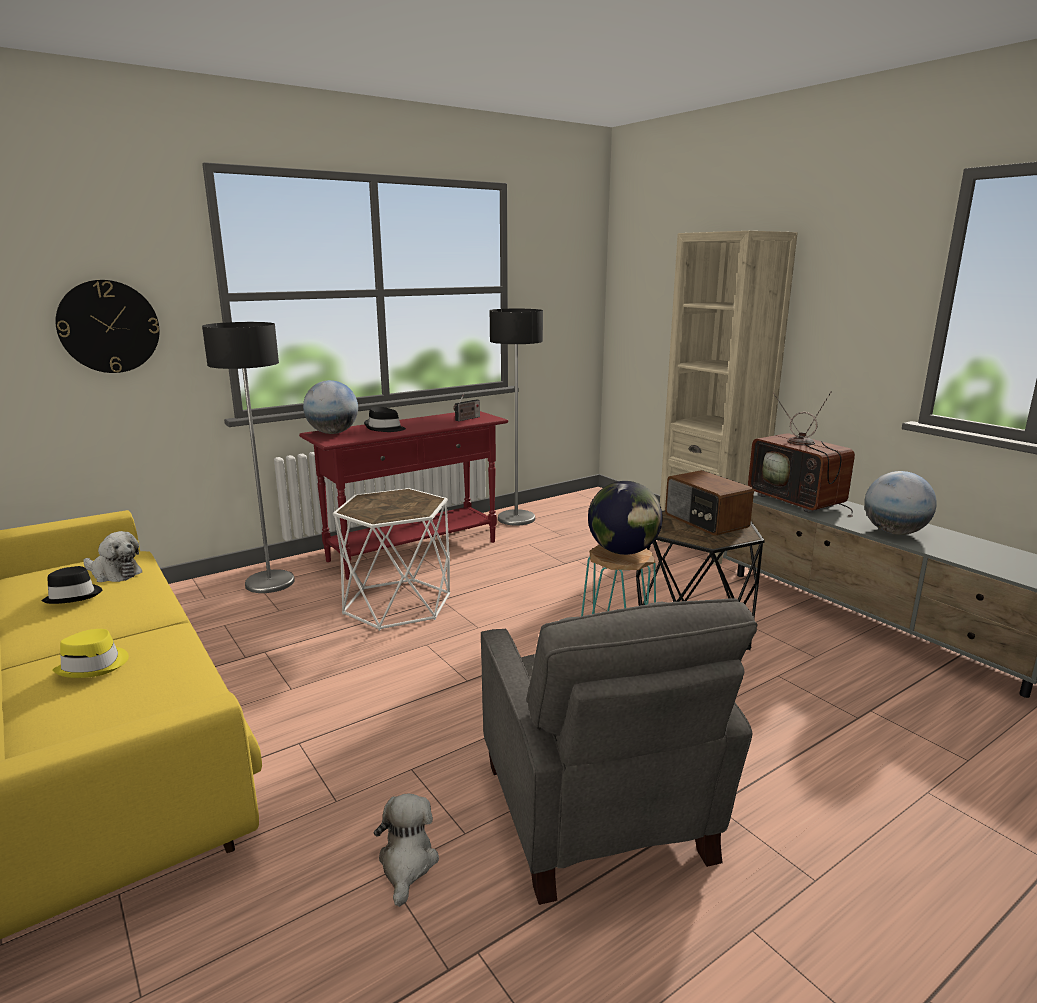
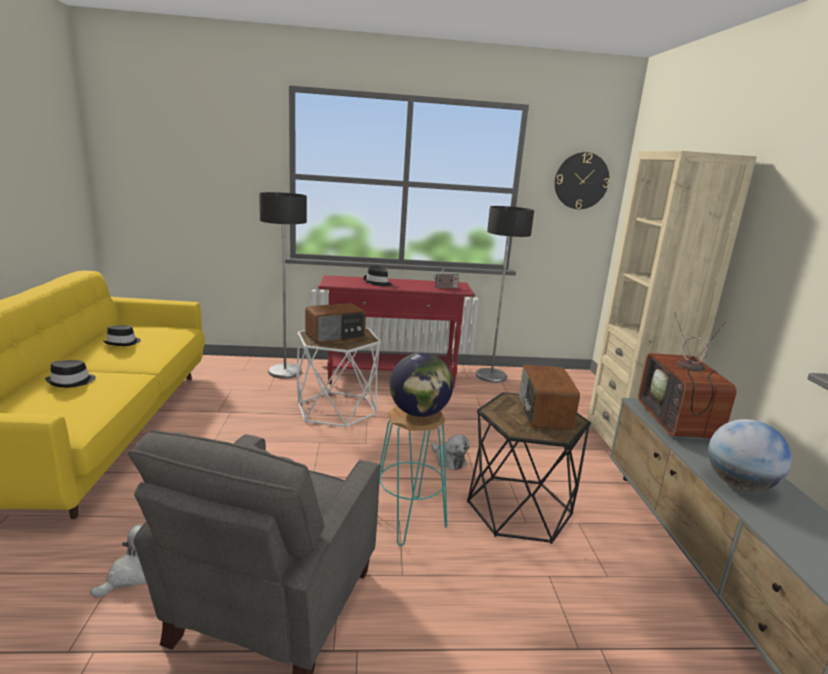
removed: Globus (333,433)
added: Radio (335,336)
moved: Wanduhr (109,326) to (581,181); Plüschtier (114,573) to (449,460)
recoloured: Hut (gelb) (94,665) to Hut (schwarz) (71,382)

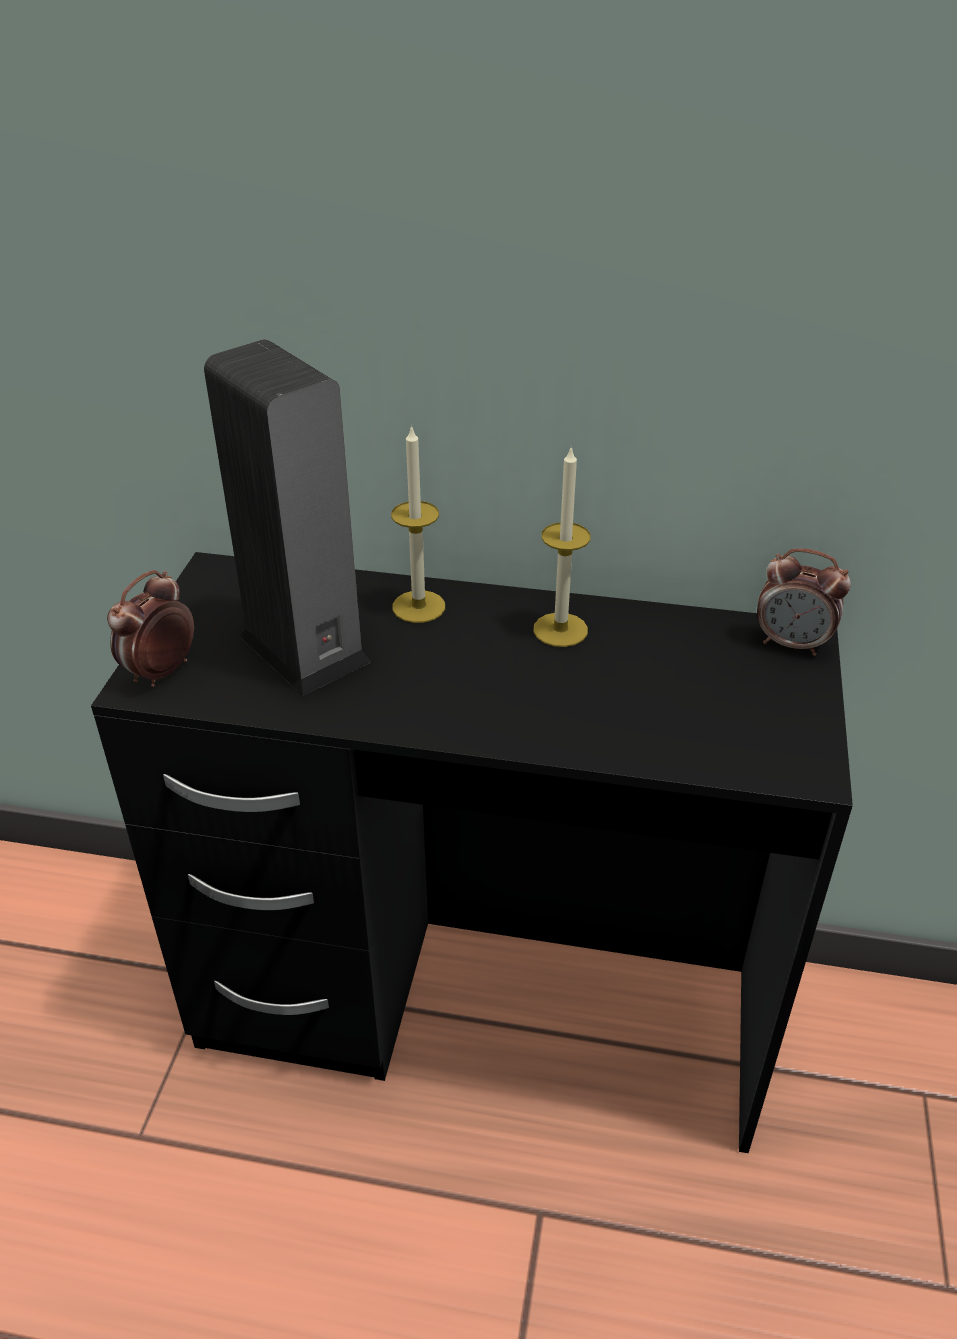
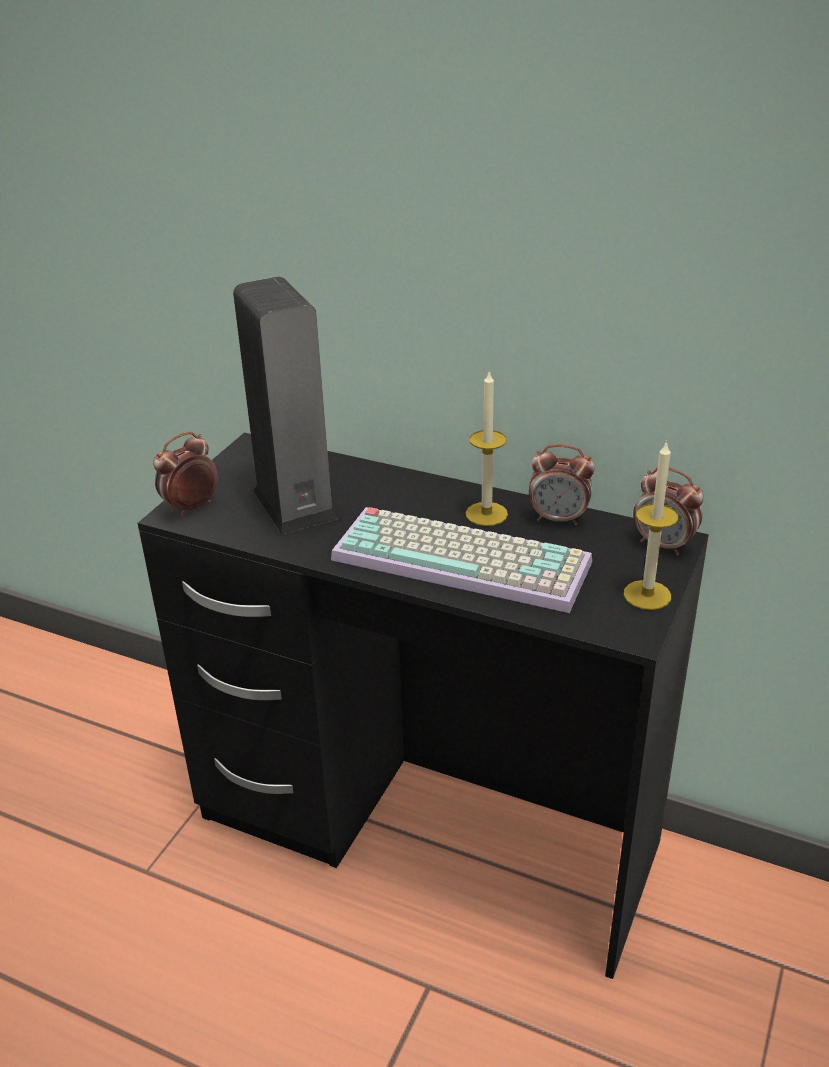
added: Tastatur (465,559); Wecker (558,519)
moved: Kerze (418,606) to (647,595)

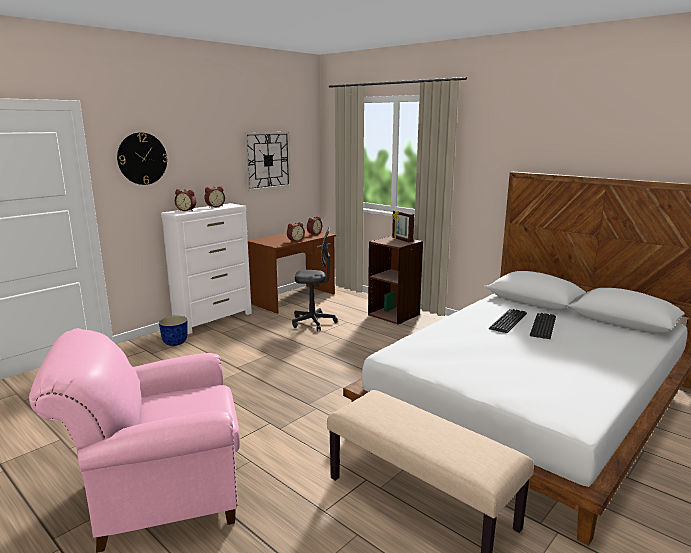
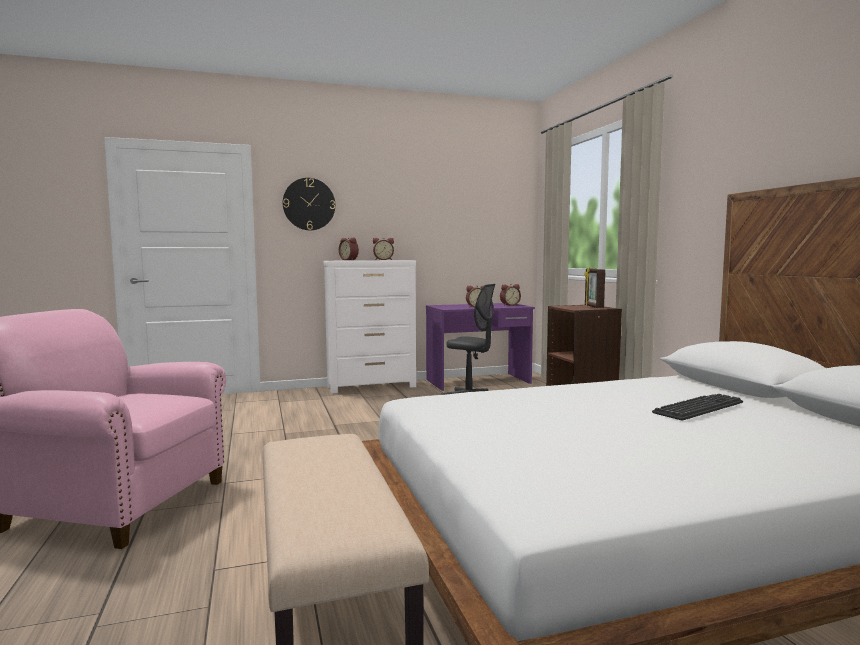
removed: Pflanzkübel (174,343); Wanduhr (267,160); Tastatur (508,321)
recoloured: Schreibtisch (braun) (294,299) to Schreibtisch (lila) (479,382)

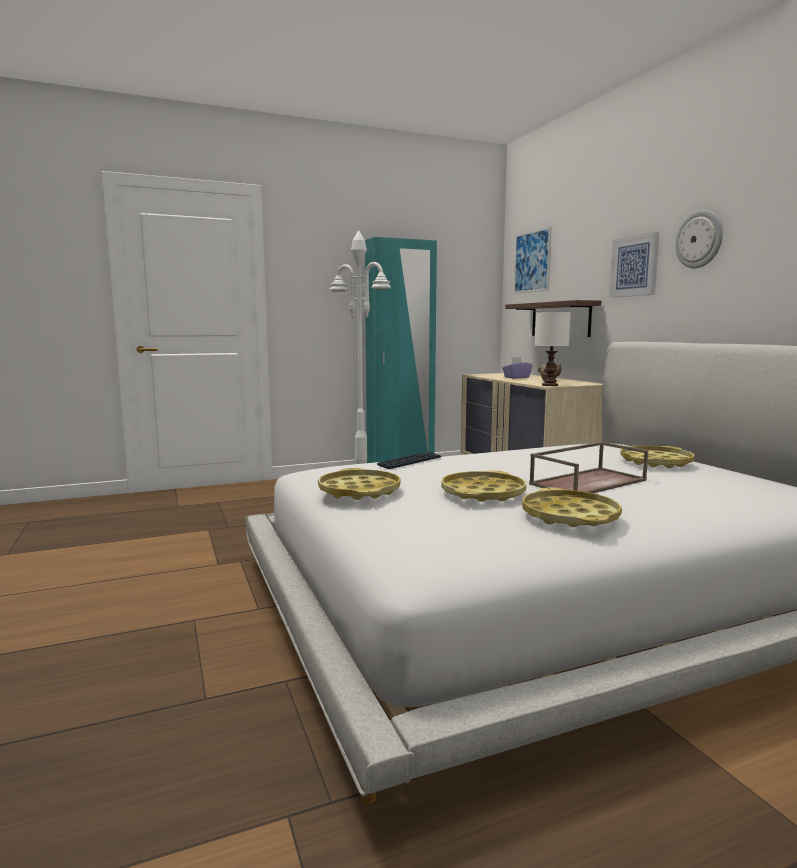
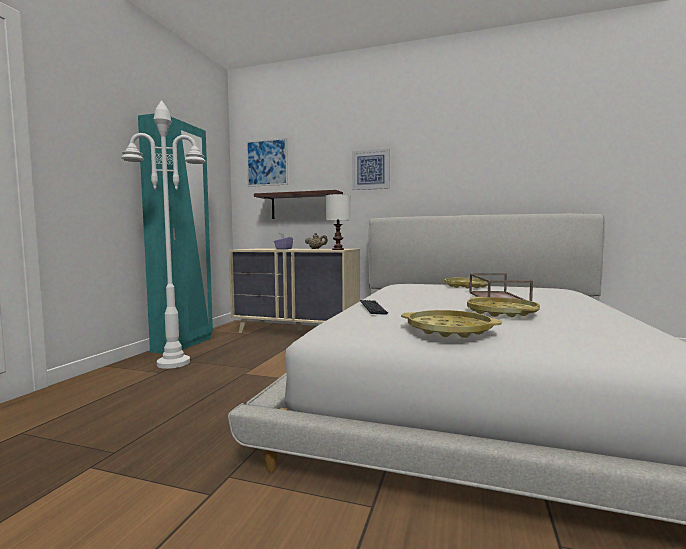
removed: Tablett (gelb) (569,516); Wanduhr (699,239)

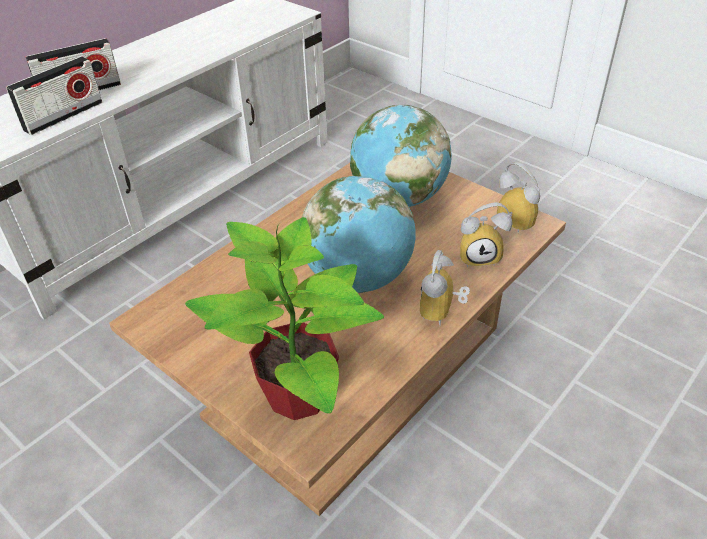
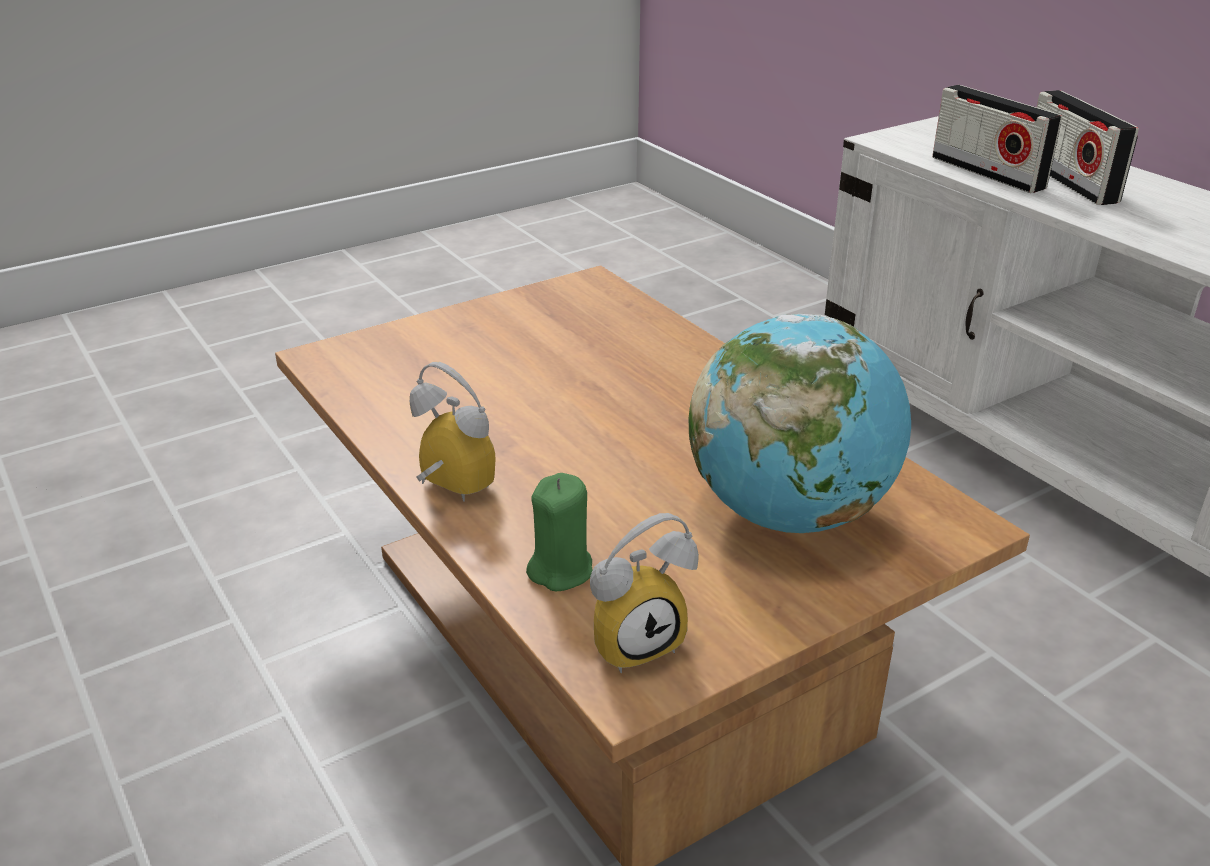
removed: Topfpflanze (300,395); Globus (359,278)
replaced: Wecker (480,256) to Kerze (grün) (561,570)

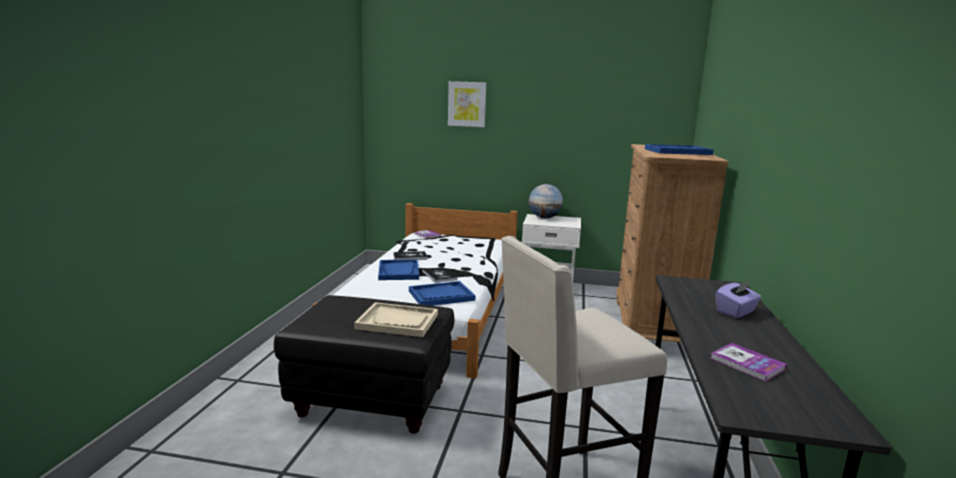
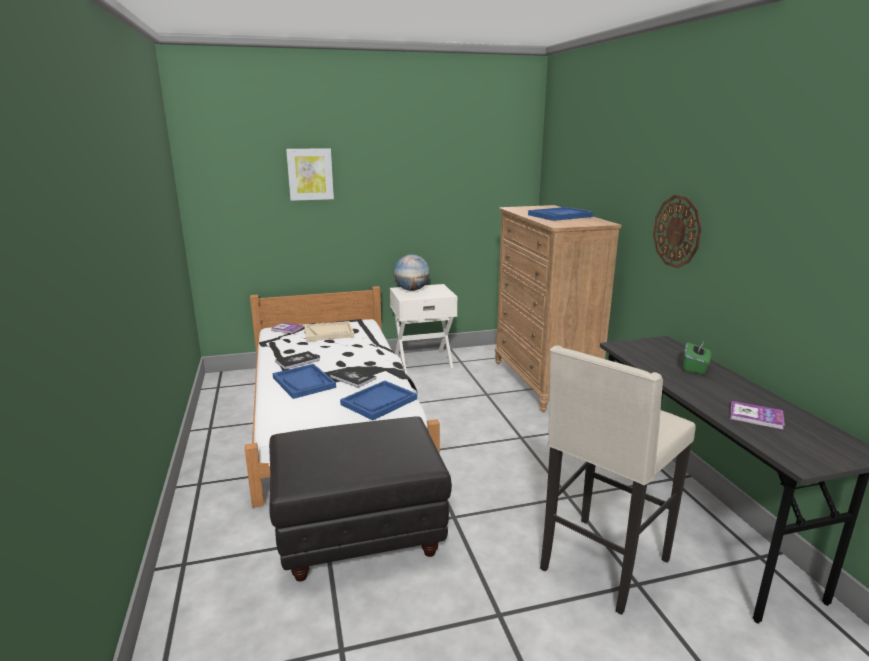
added: Wanduhr (677,231)
moved: Tablett (beige) (398,321) to (329,333)
recoloured: Taschentuchbox (lila) (736,312) to Taschentuchbox (grün) (695,368)

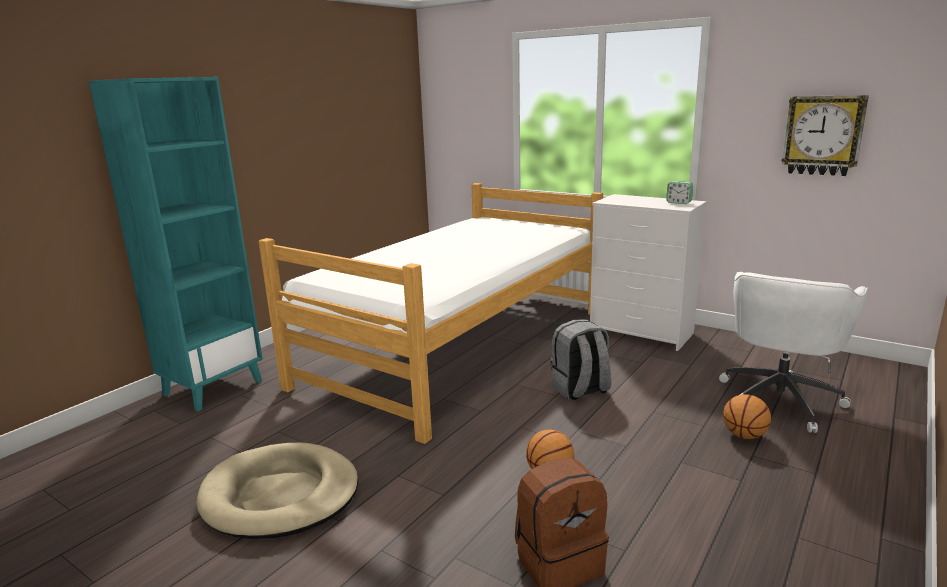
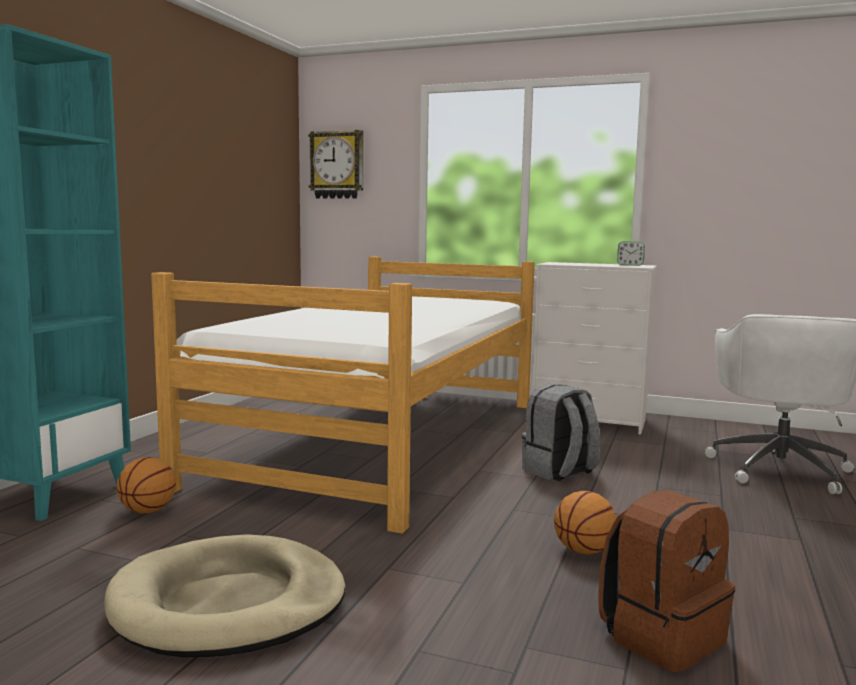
moved: Basketball (744,436) to (148,511); Wanduhr (823,135) to (337,165)

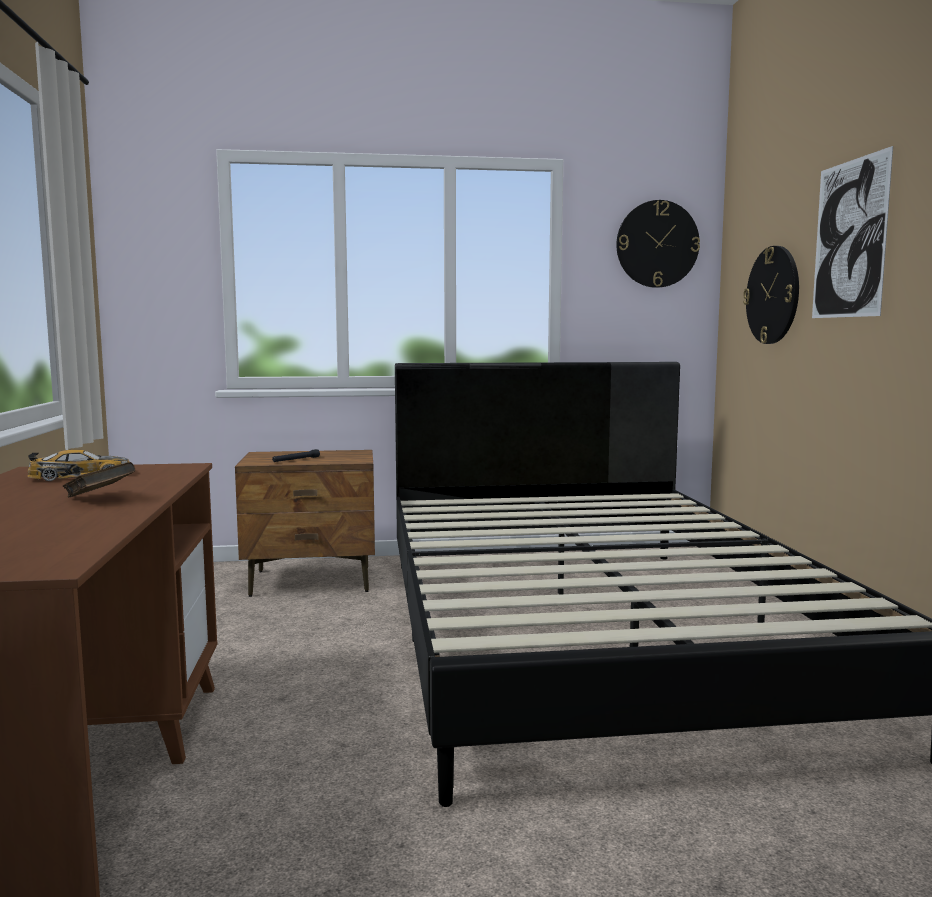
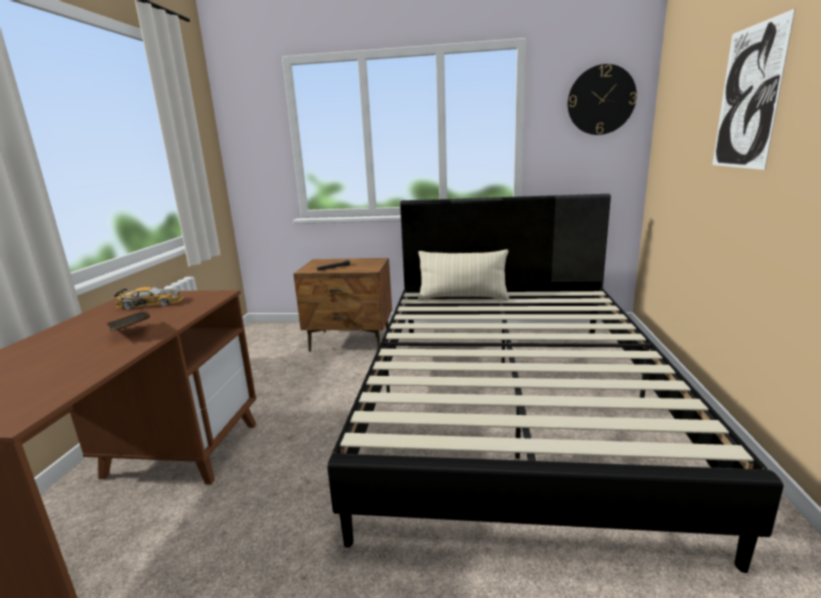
removed: Wanduhr (773,295)
added: Kissen (beige) (463,298)

